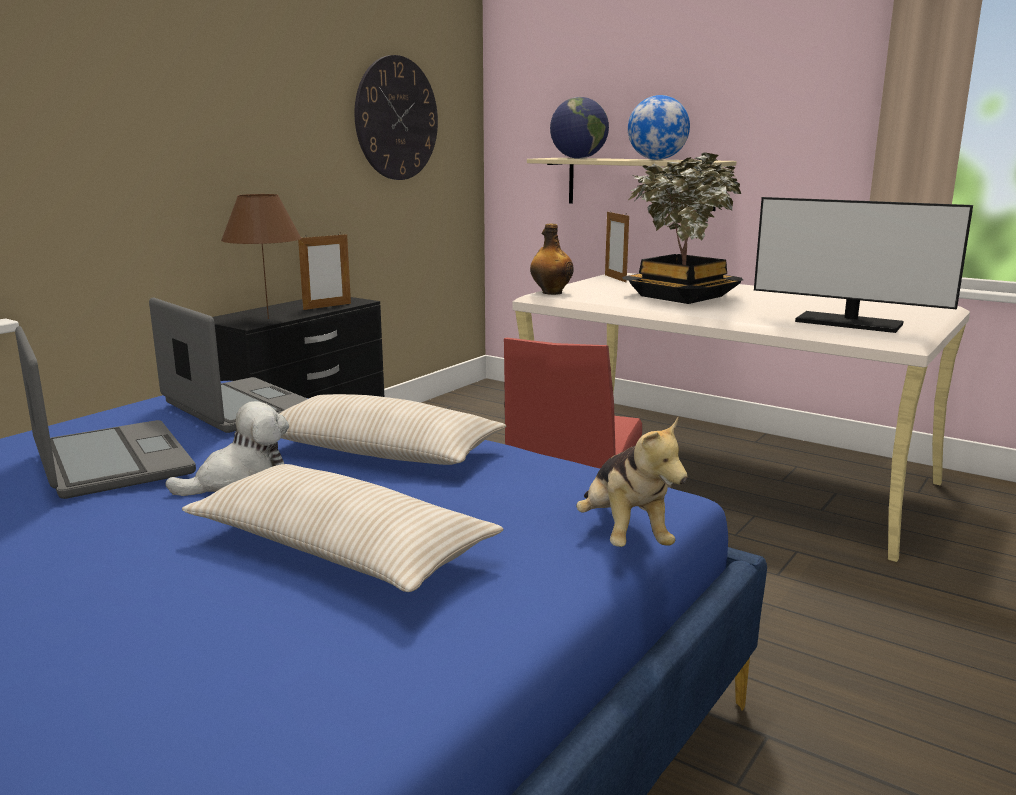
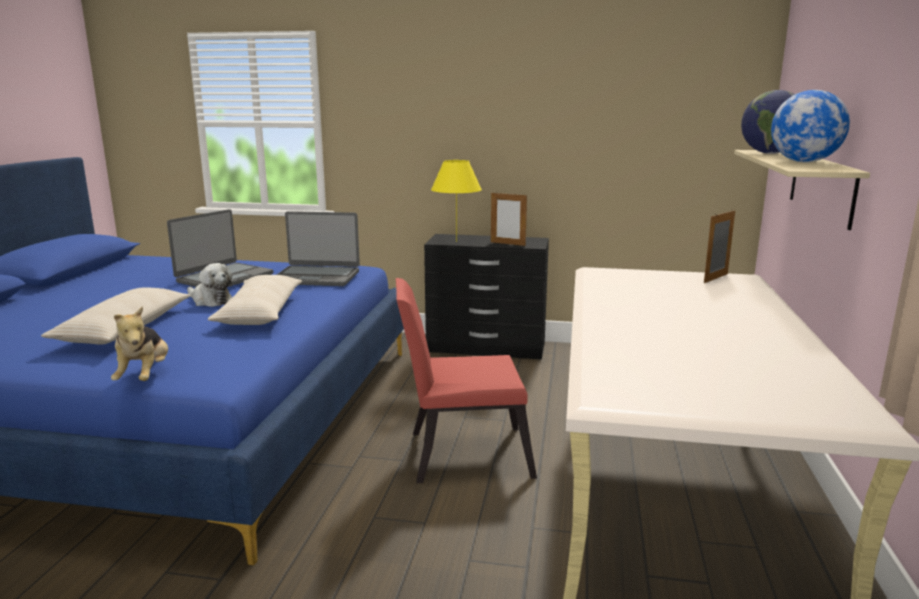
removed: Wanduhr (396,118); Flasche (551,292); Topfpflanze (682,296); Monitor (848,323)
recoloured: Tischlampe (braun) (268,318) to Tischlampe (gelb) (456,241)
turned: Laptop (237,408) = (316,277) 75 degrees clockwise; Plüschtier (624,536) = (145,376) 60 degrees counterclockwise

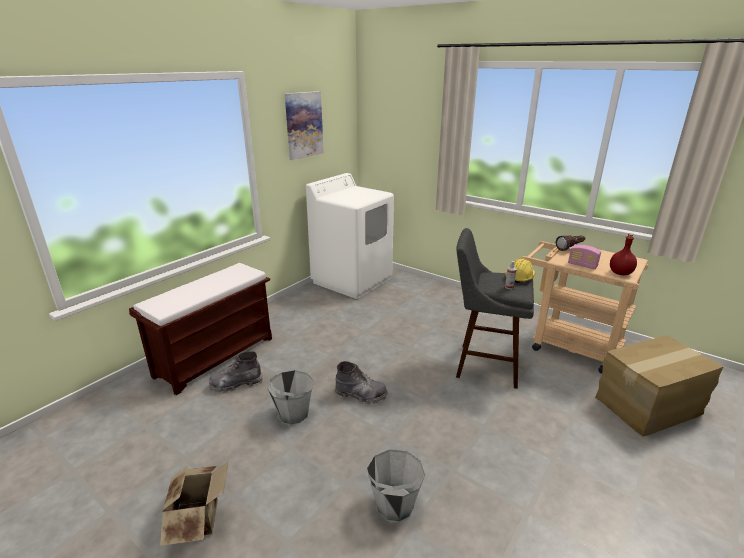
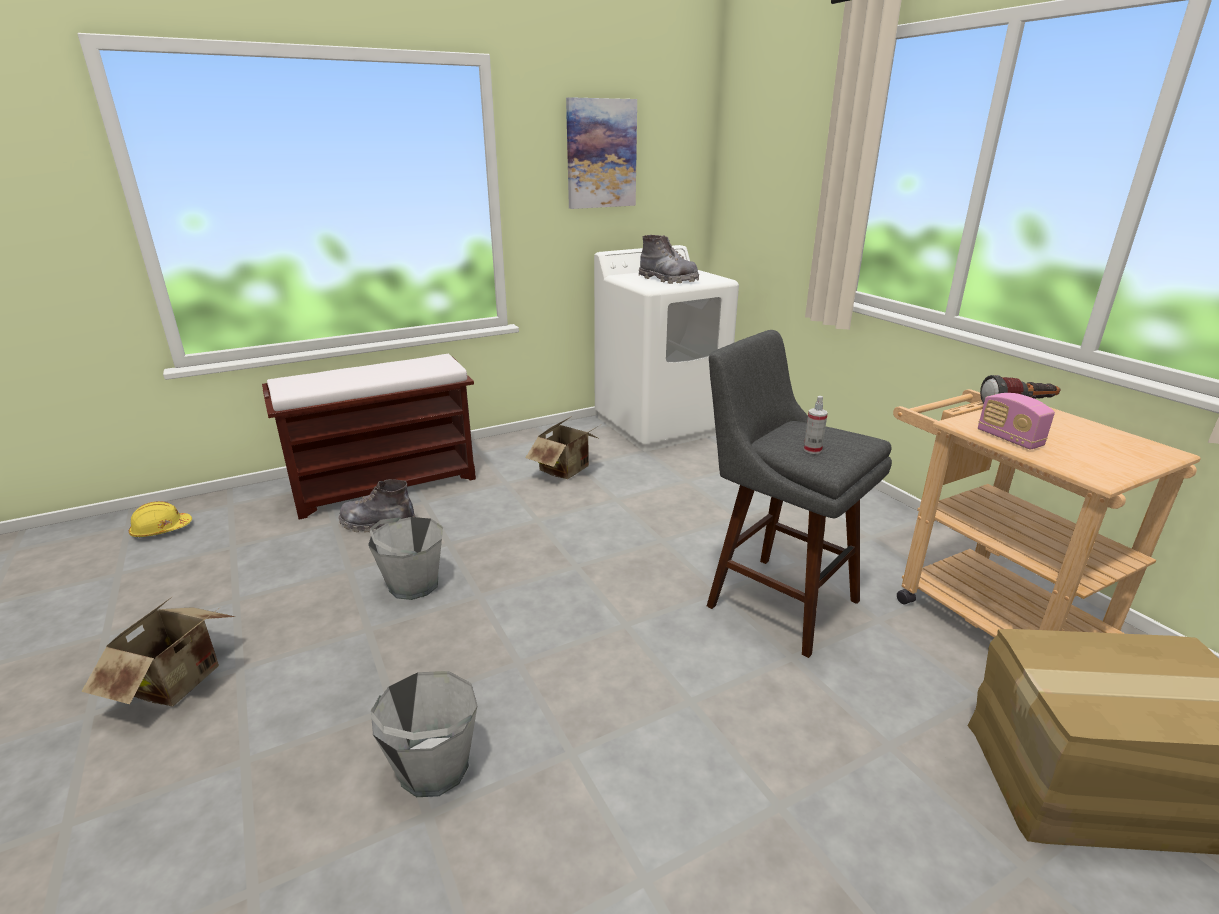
removed: Flasche (rot) (620,273)
added: Karton (568,470)
moved: Stiefel (grau) (361,394) to (668,280); Schutzhelm (gelb) (519,277) to (161,530)

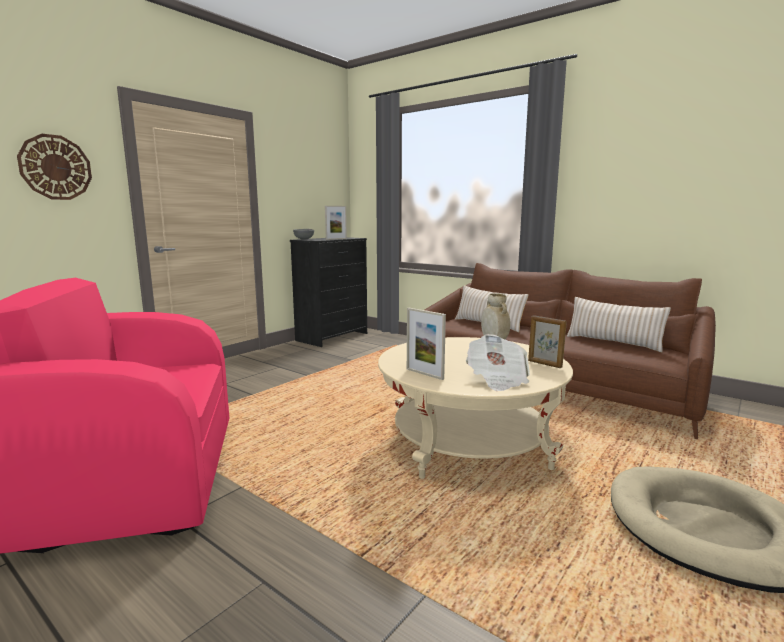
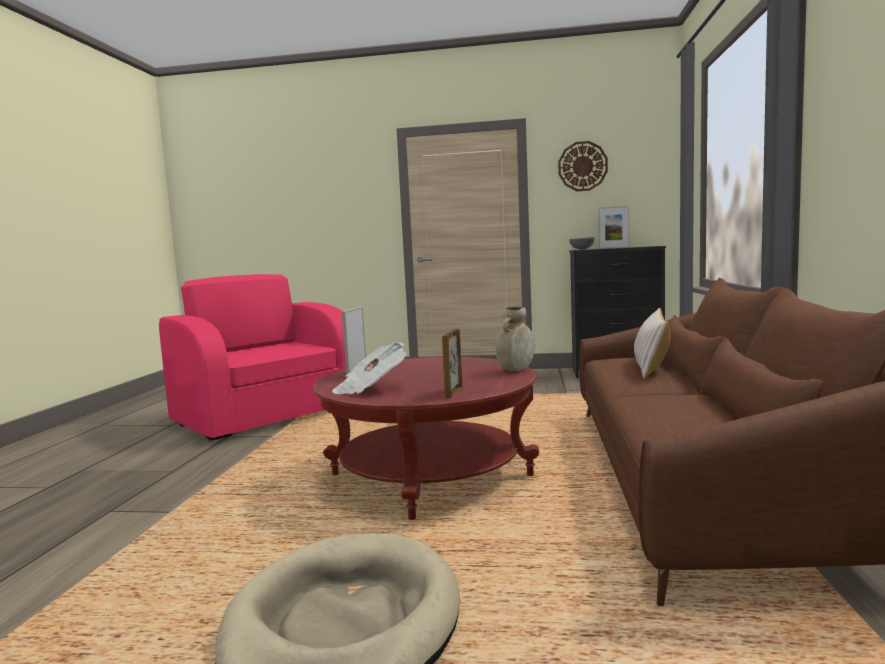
removed: Kissen (beige) (613,342)
moved: Wanduhr (55,167) to (582,166)
recoloured: Couchtisch (beige) (469,443) to Couchtisch (rot) (430,476)

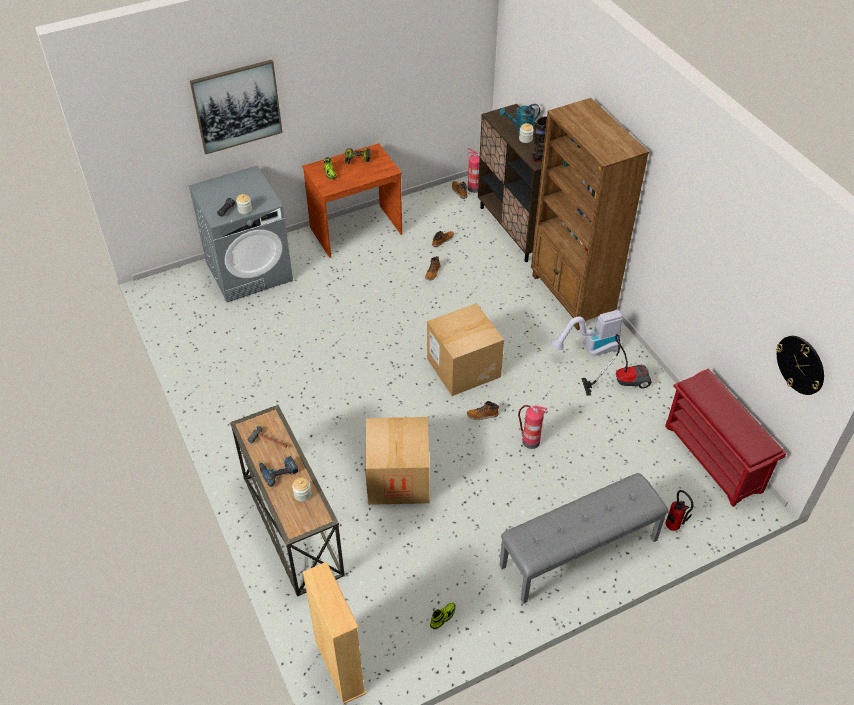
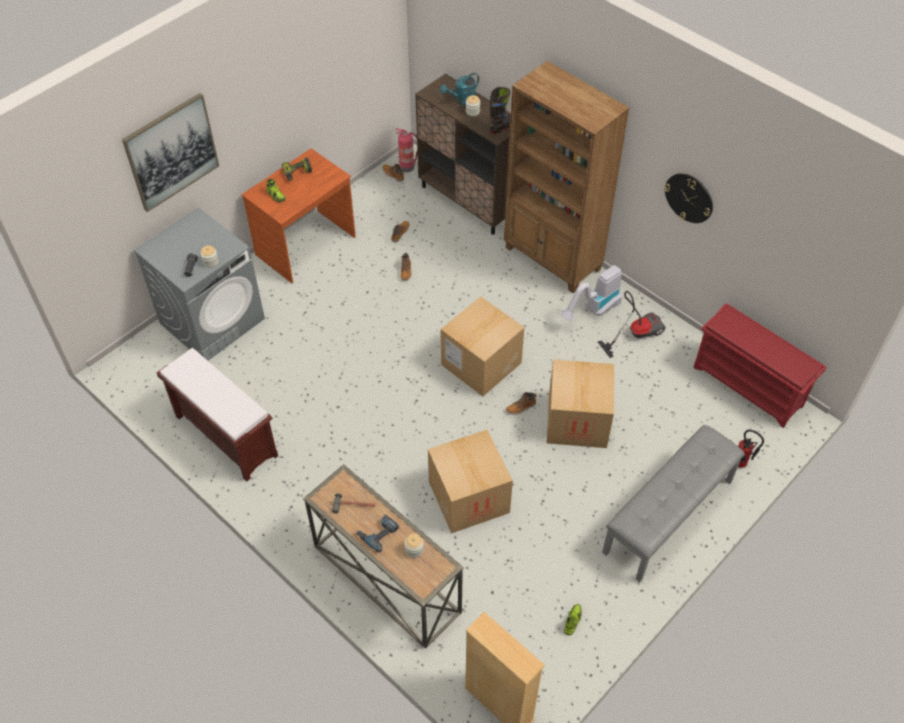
added: Bank (braun) (225,435)
moved: Wanduhr (800,364) to (689,197)
replaced: Feuerlöscher (530,441) to Karton (577,420)

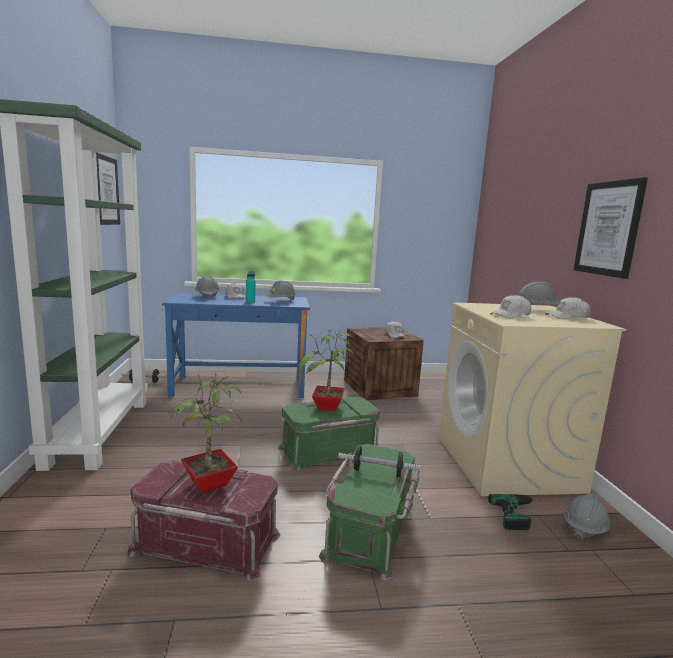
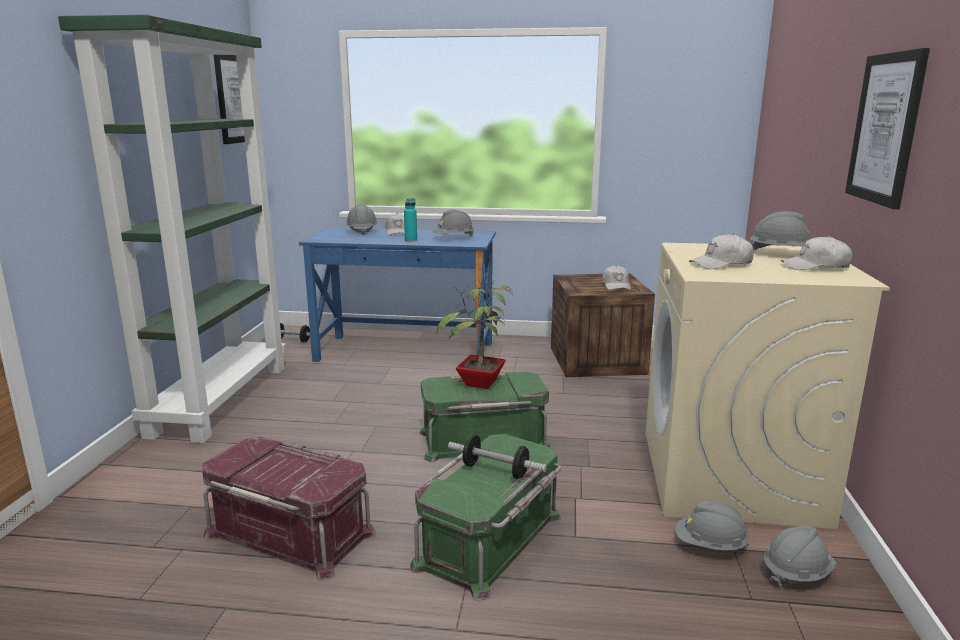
removed: Topfpflanze (206,484)
replaced: Bohrmaschine (522,514) to Schutzhelm (grau) (710,546)

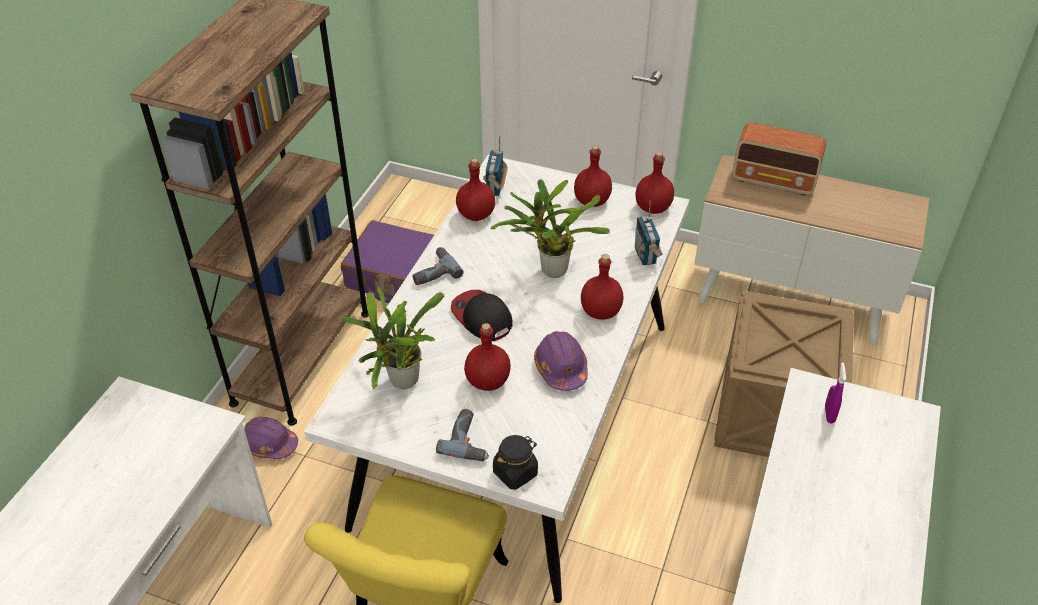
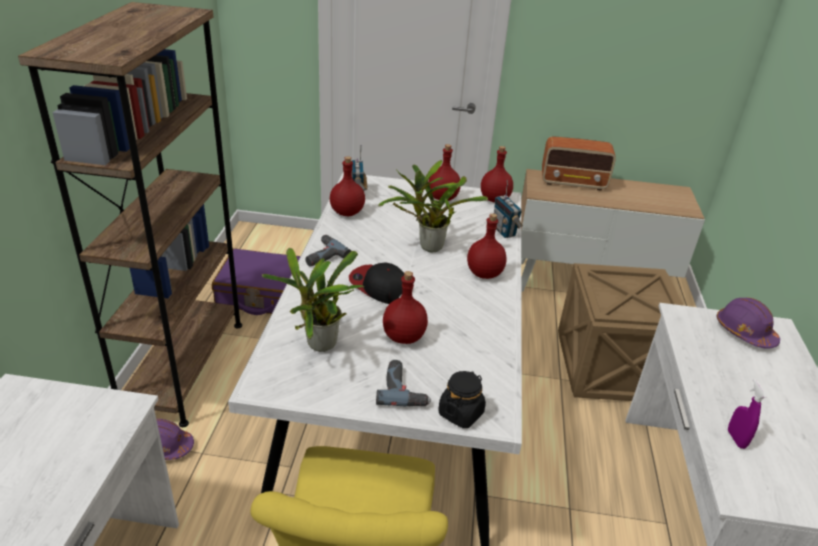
moved: Schutzhelm (lila) (561,368) to (744,332); Sprühflasche (lila) (829,414) to (736,439)

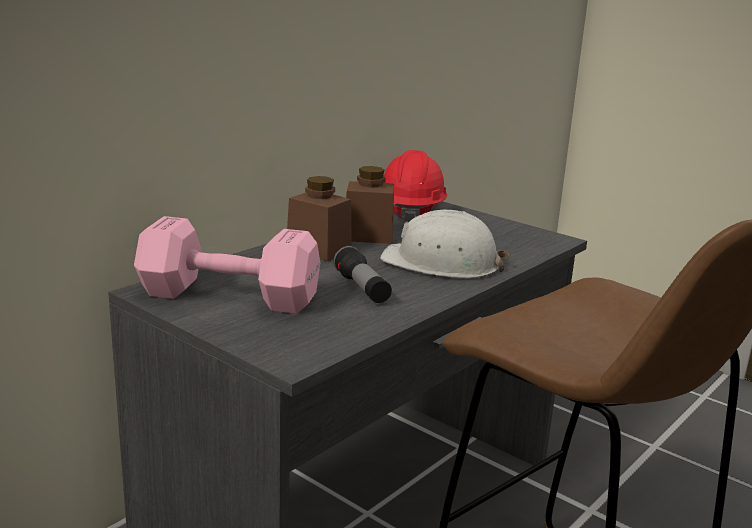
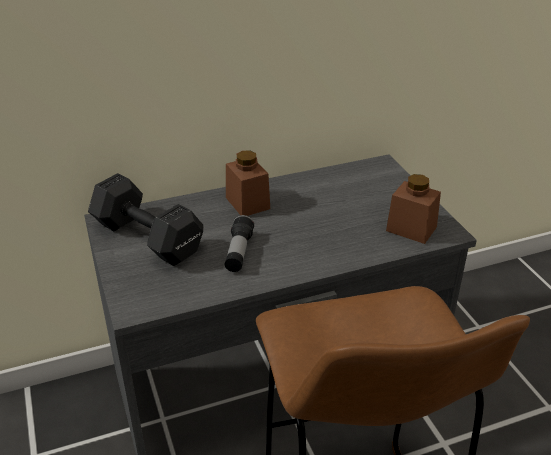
removed: Schutzhelm (weiß) (441,263); Schutzhelm (rot) (411,211)
moved: Vorratsglas (braun) (368,236) to (411,229)
recoloured: Hantel (rosa) (232,297) to Hantel (schwarz) (148,239)

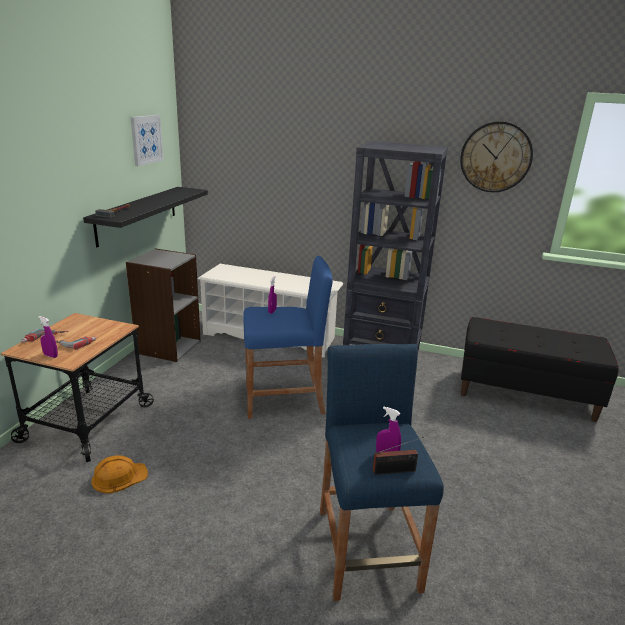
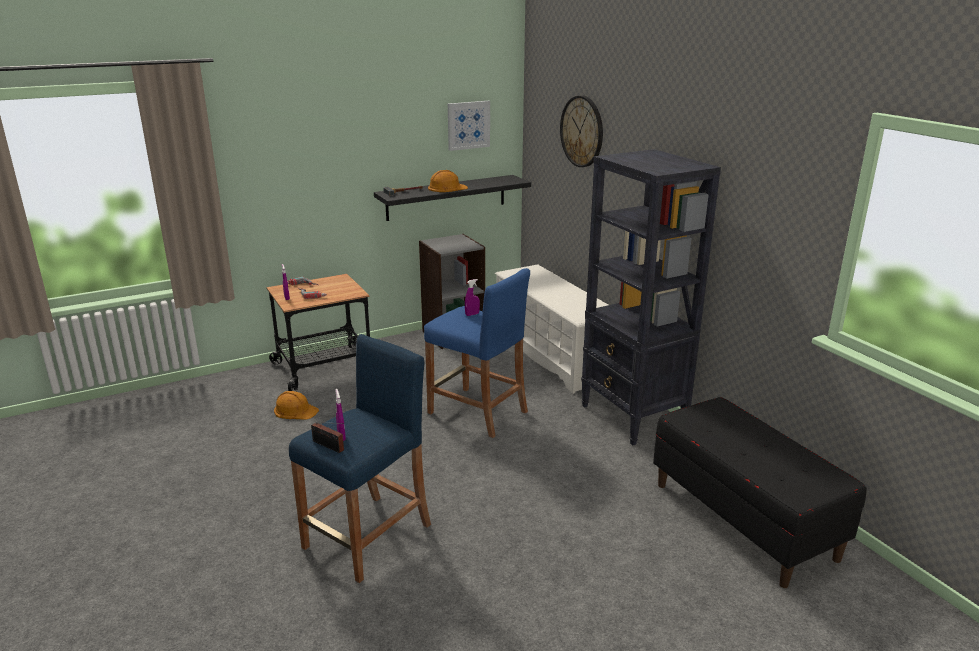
added: Schutzhelm (orange) (447,188)
moved: Wanduhr (495,157) to (582,131)

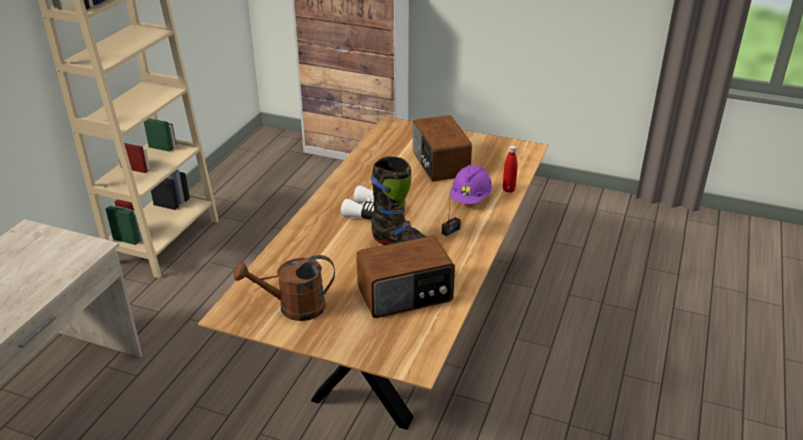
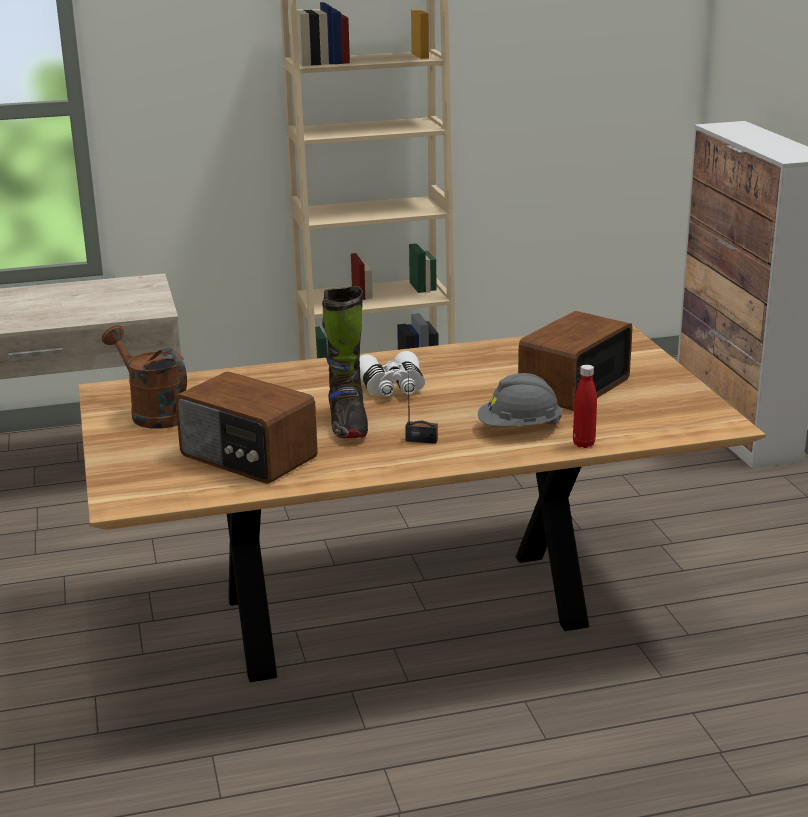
recoloured: Schutzhelm (lila) (470,198) to Schutzhelm (grau) (519,428)

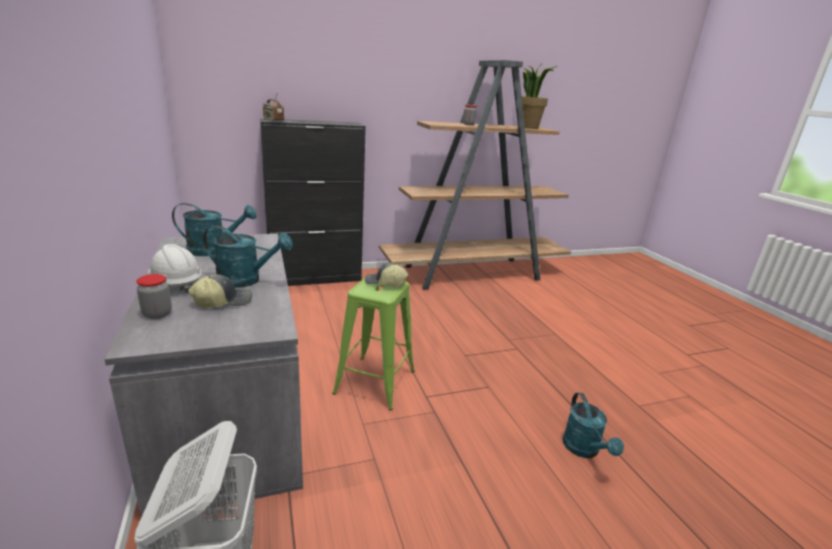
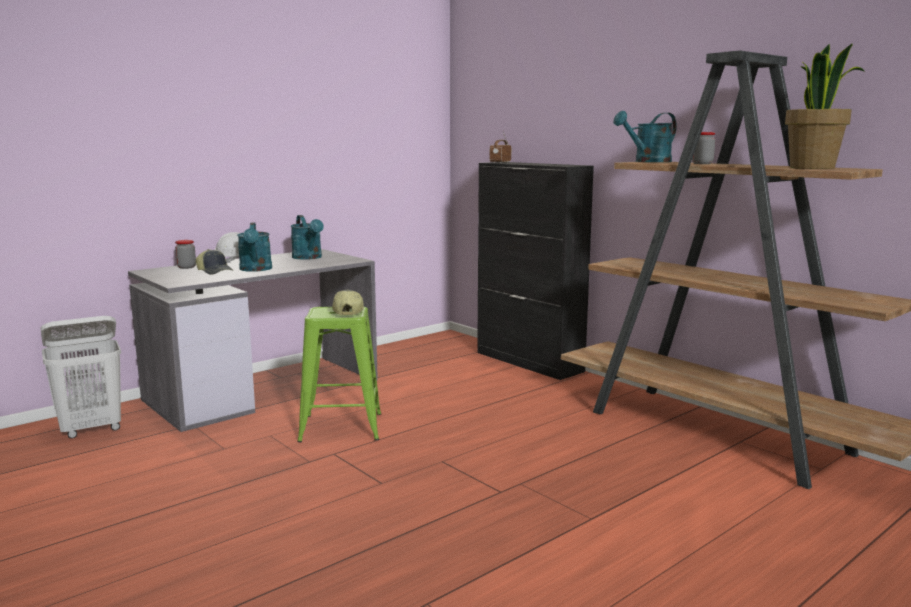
moved: Gießkanne (türkis) (584,450) to (648,161)

